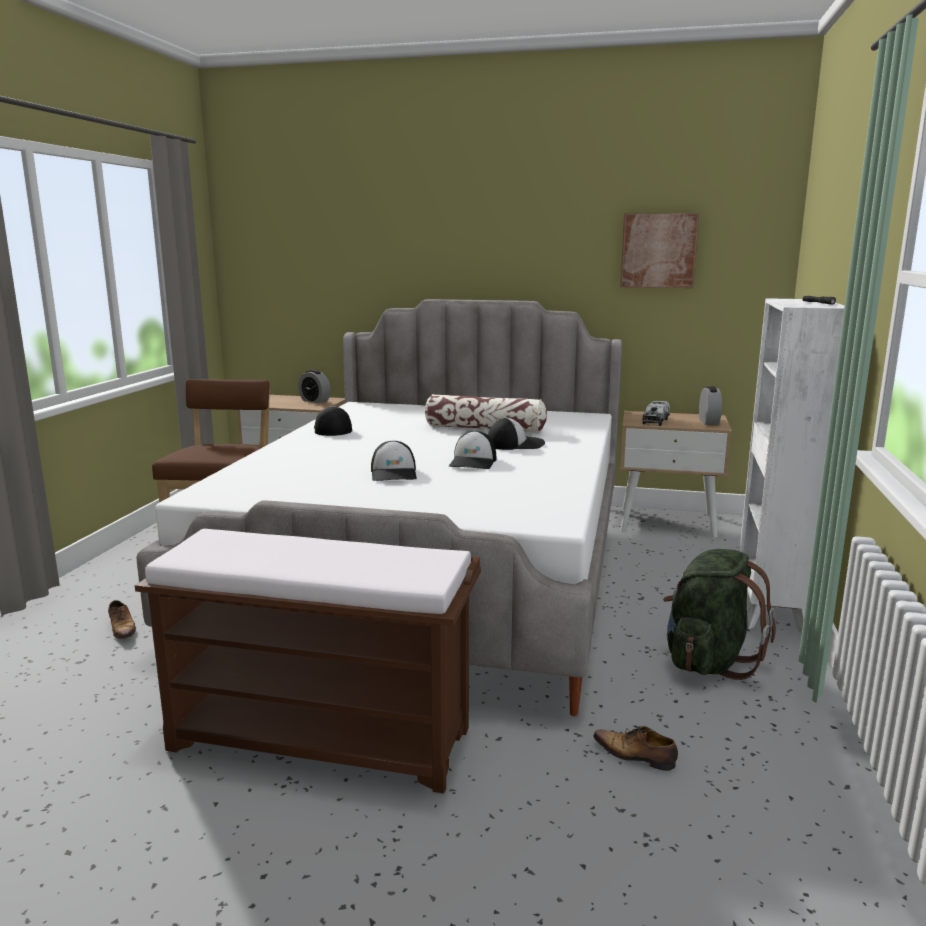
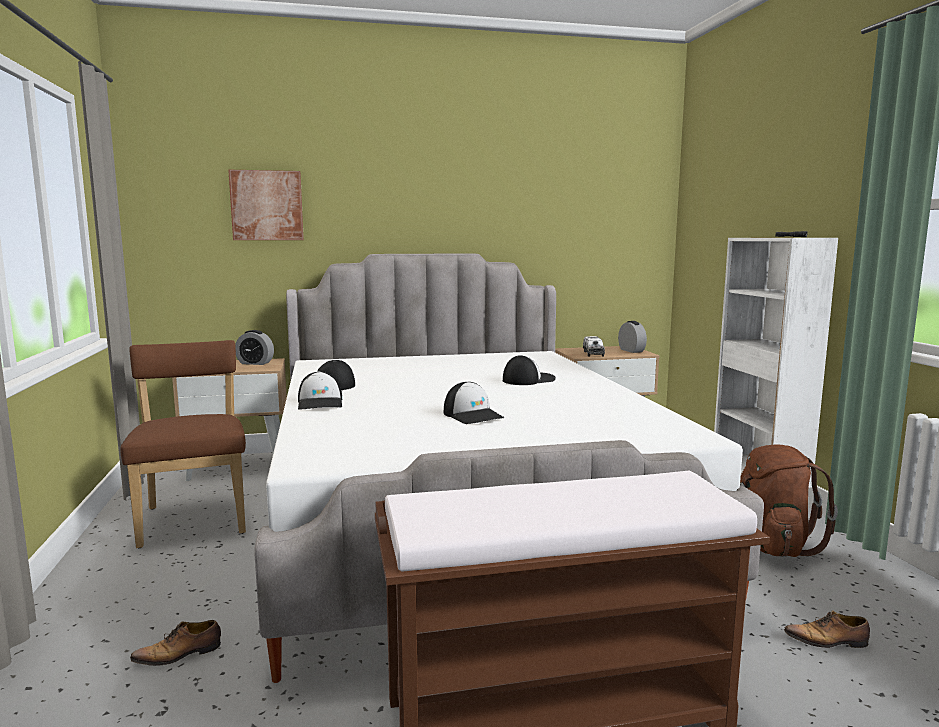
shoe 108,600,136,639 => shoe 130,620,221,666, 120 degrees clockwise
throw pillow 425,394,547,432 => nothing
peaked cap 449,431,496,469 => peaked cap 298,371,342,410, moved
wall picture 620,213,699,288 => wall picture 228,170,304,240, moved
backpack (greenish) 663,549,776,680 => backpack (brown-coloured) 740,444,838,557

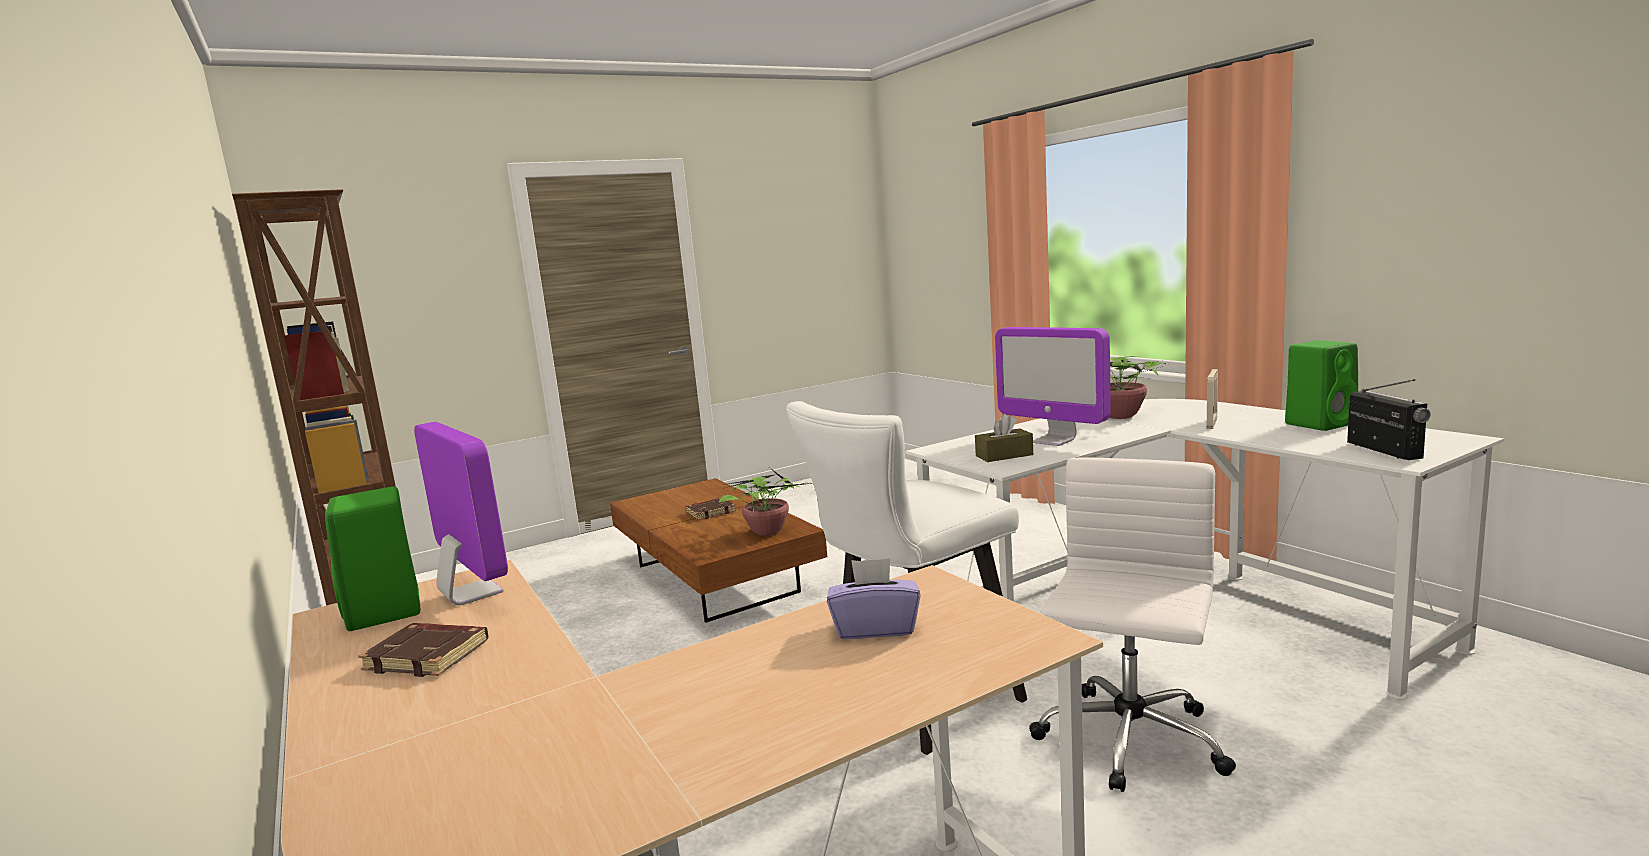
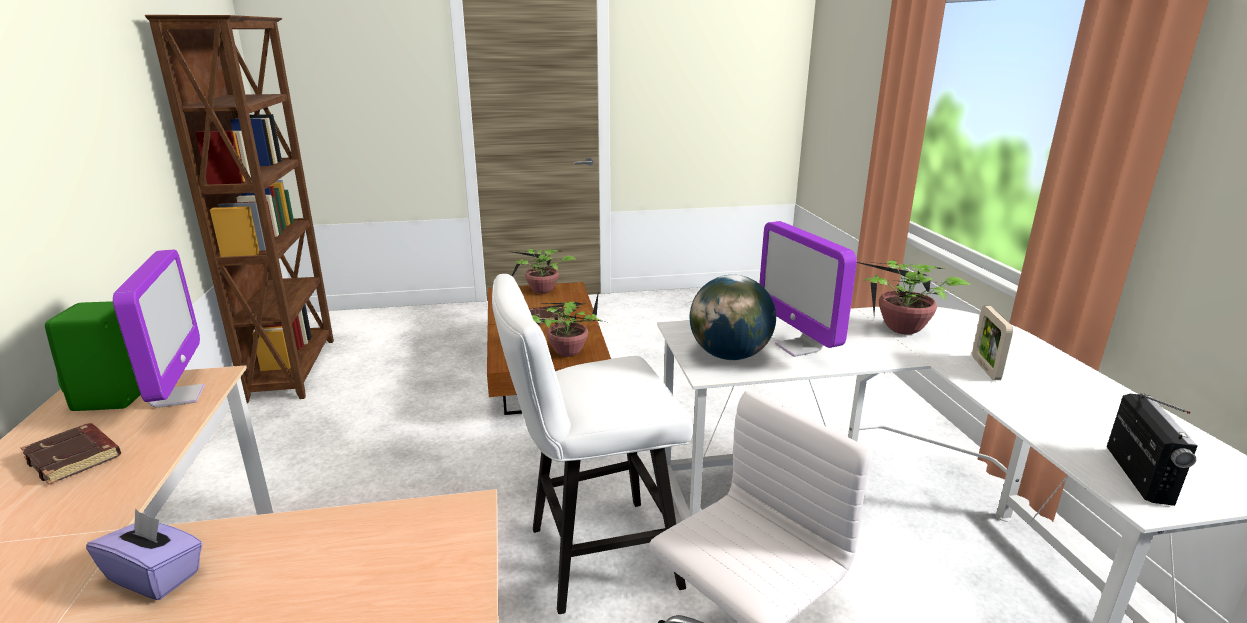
box of tissues (purple) 827,558,921,639 => box of tissues (purple) 86,509,203,600, moved
box of tissues (brown-coloured) 975,414,1033,462 => desk globe 690,275,776,360
photo frame 1207,369,1218,429 => photo frame 972,306,1013,380, 135 degrees clockwise
loudspeaker (greenish) 1285,340,1359,431 => nothing
nothing => plant in a pot 508,249,577,294

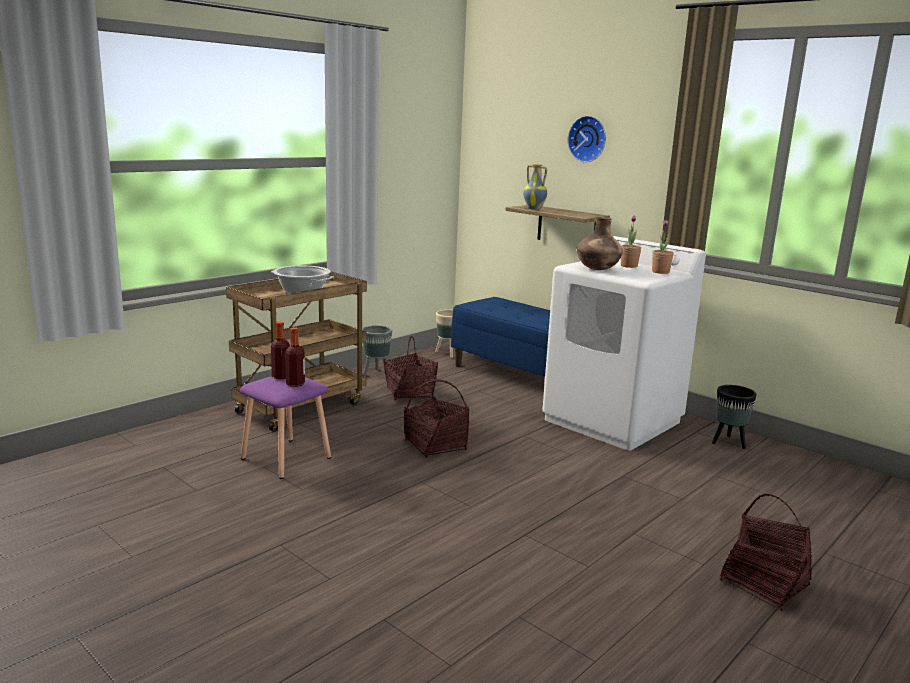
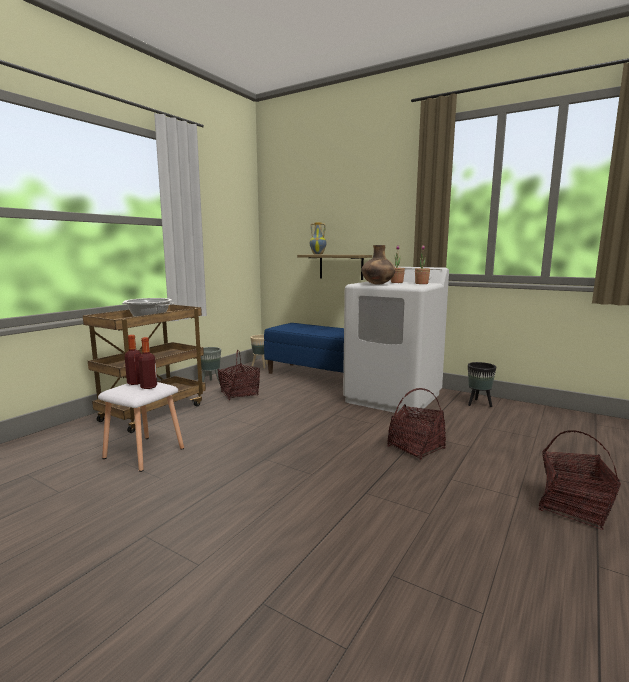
stool seat (purple) 240,376,331,479 => stool seat (white-coloured) 98,382,184,472
basket 404,380,469,458 => basket 387,388,446,460, moved
clock on the wall 568,116,606,162 => nothing

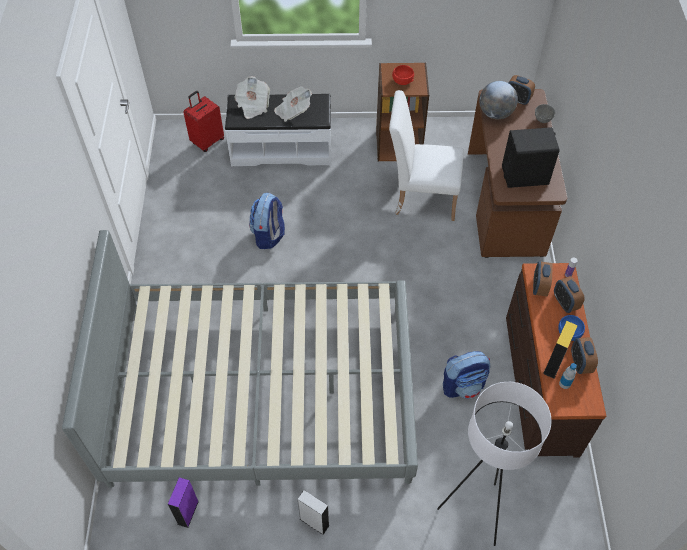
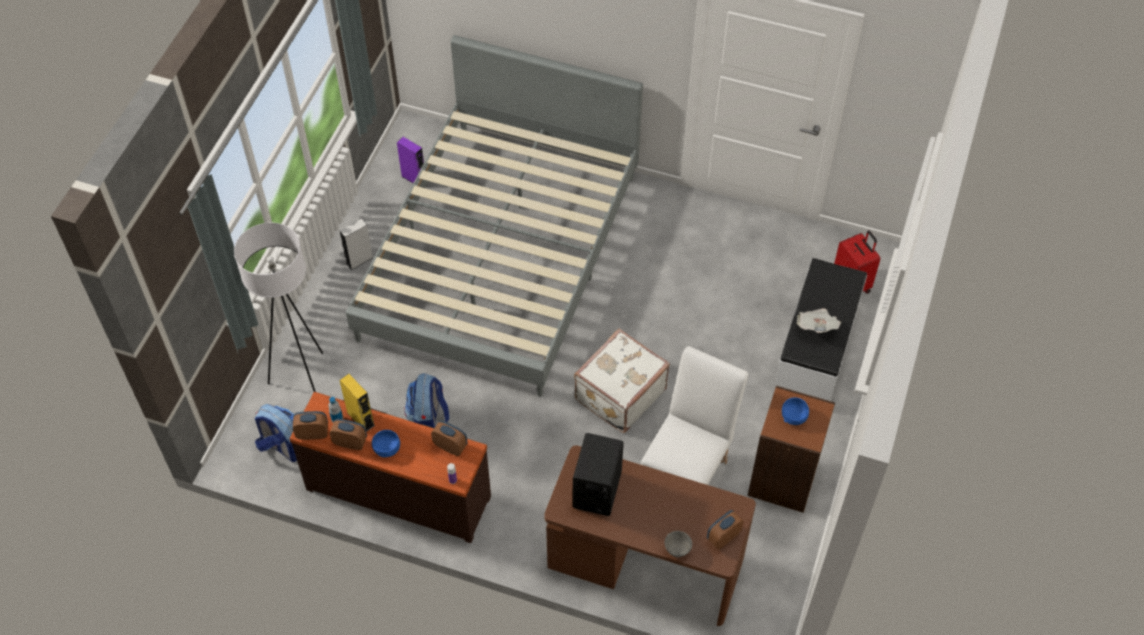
daily paper 234,76,270,119 => nothing
backpack 249,193,285,249 => backpack 255,404,297,462, moved
bowl (reddish) 392,65,414,85 => bowl (blue) 782,397,809,425
desk globe 479,81,518,119 => nothing
table clock 554,276,585,313 => table clock 293,411,328,440, moved
nothing => travel case (white-coloured) 574,329,670,433

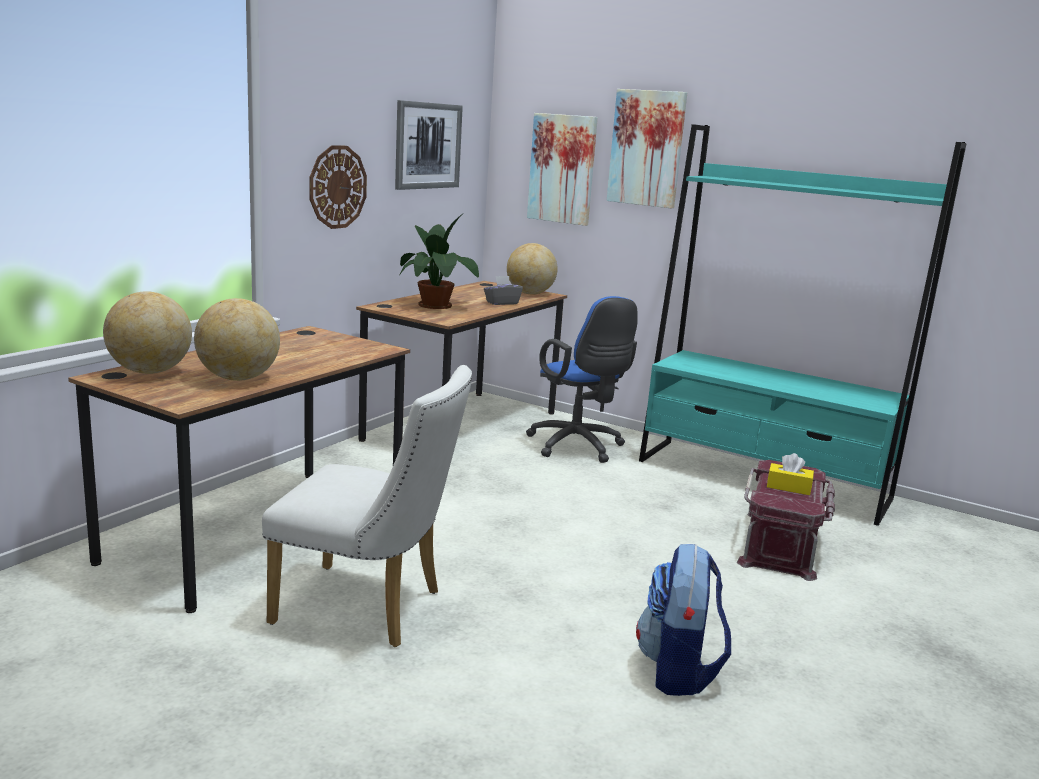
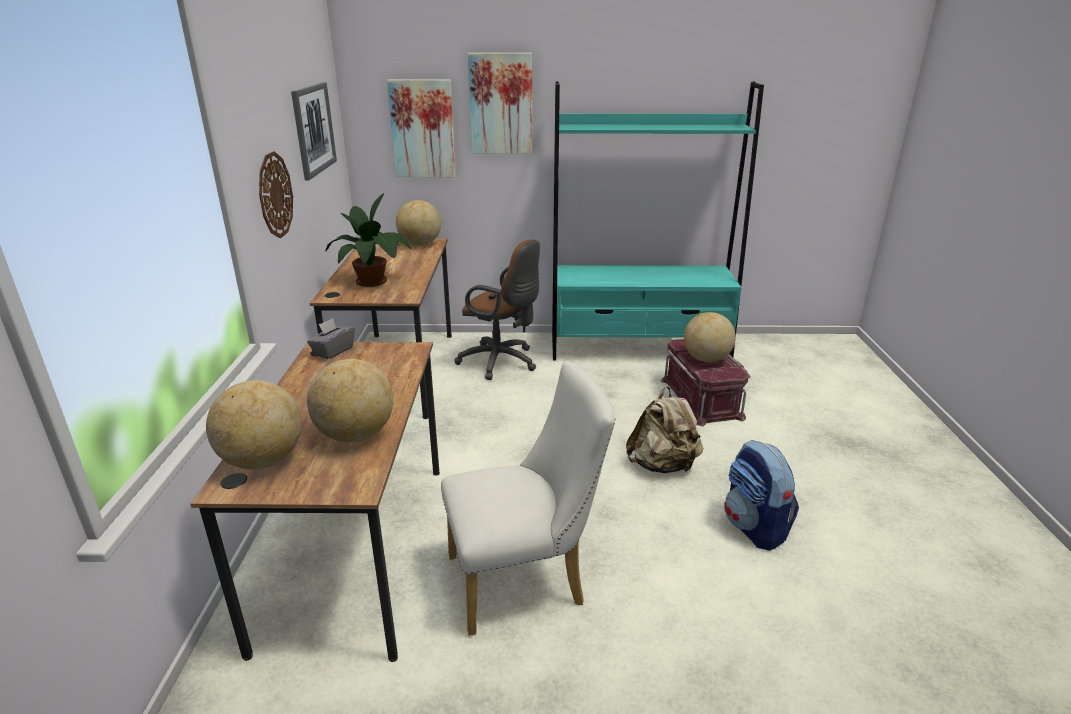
box of tissues (grey) 484,276,523,305 => box of tissues (grey) 307,318,355,359, moved
office chair (blue) 526,296,638,463 => office chair (brown-coloured) 454,239,540,380
box of tissues (yellowish) 767,453,814,495 => desk globe 684,312,736,363
nothing => backpack (beige-coloured) 626,387,703,473

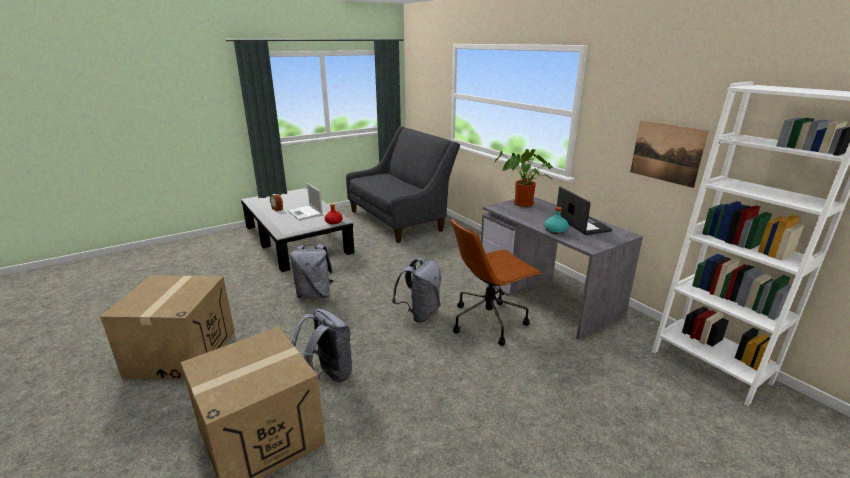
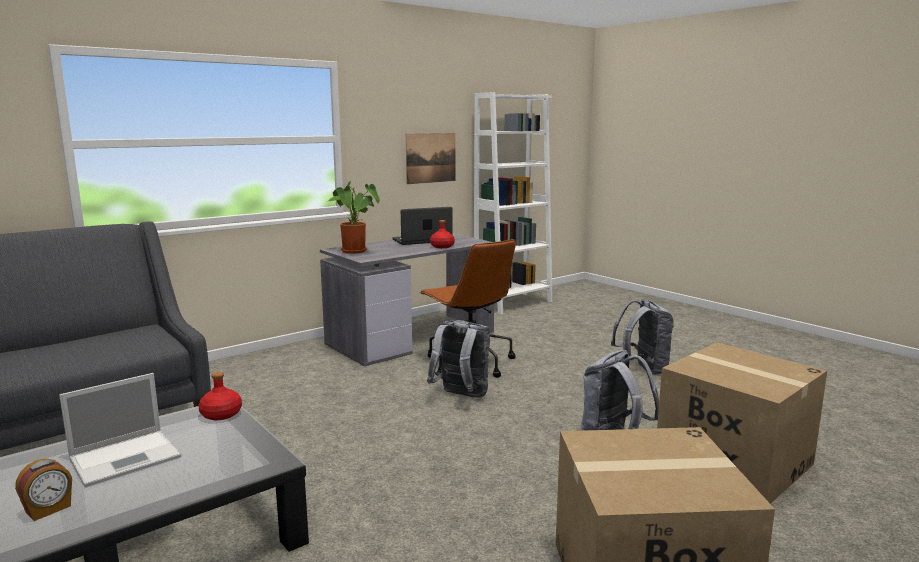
backpack (grey) 290,244,334,299 => backpack (grey) 611,299,674,375, moved
beverage bottle (turquoise-coloured) 544,207,569,234 => beverage bottle (reddish) 430,220,455,248

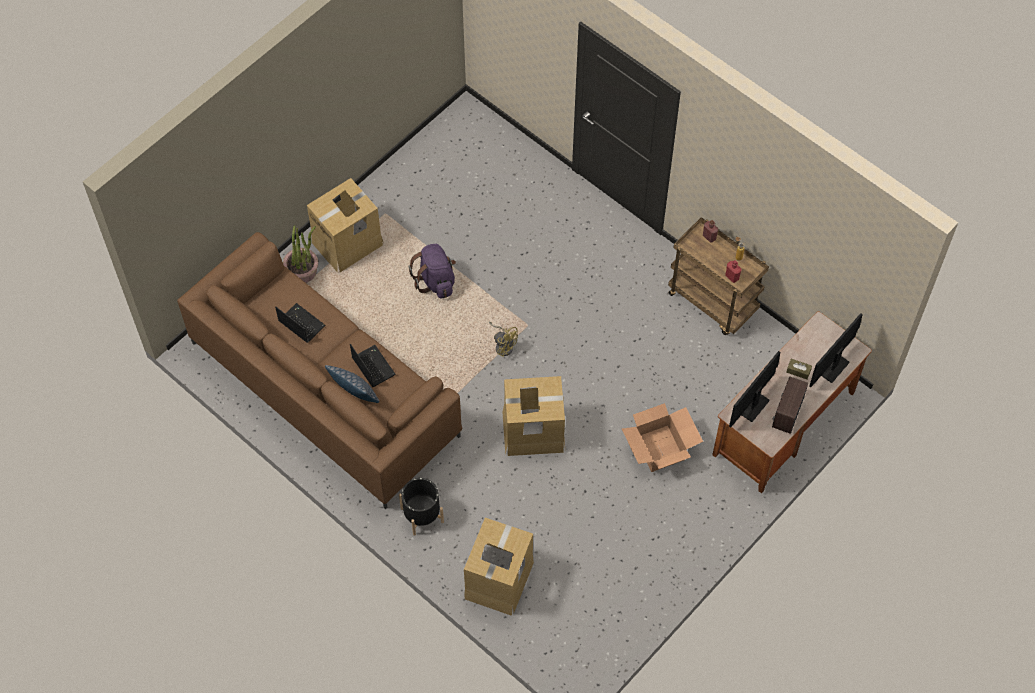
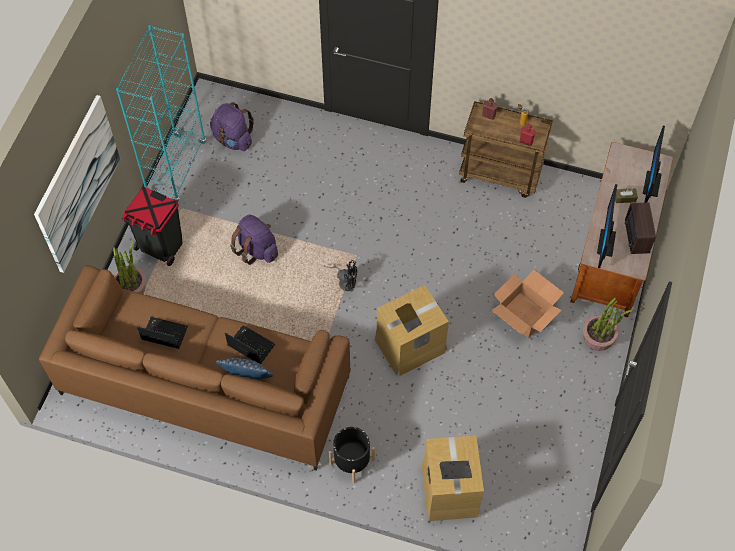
cardboard box 307,178,384,273 => waste bin (blackish) 122,187,182,266
fan (yellowish) 489,322,518,357 => fan (blackish) 323,260,357,291
nothing => wall picture 34,95,120,273
nothing => bookshelf (turquoise-coloured) 116,25,206,202
nothing => backpack (purple) 210,102,254,151
nothing => plant in a pot 583,297,633,351

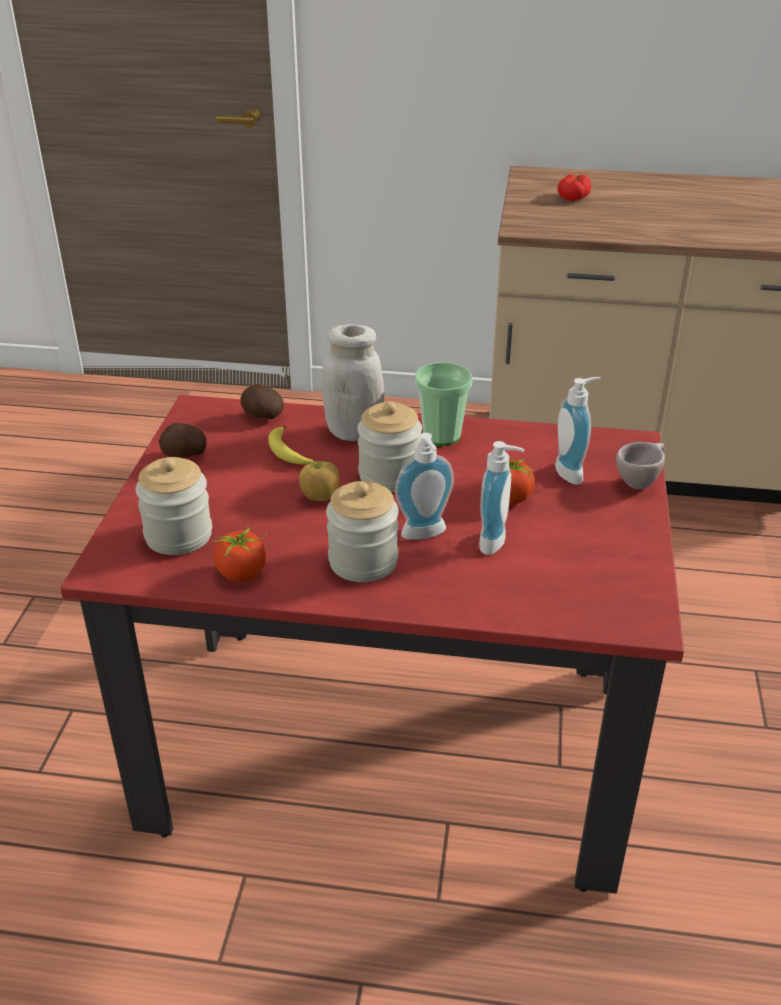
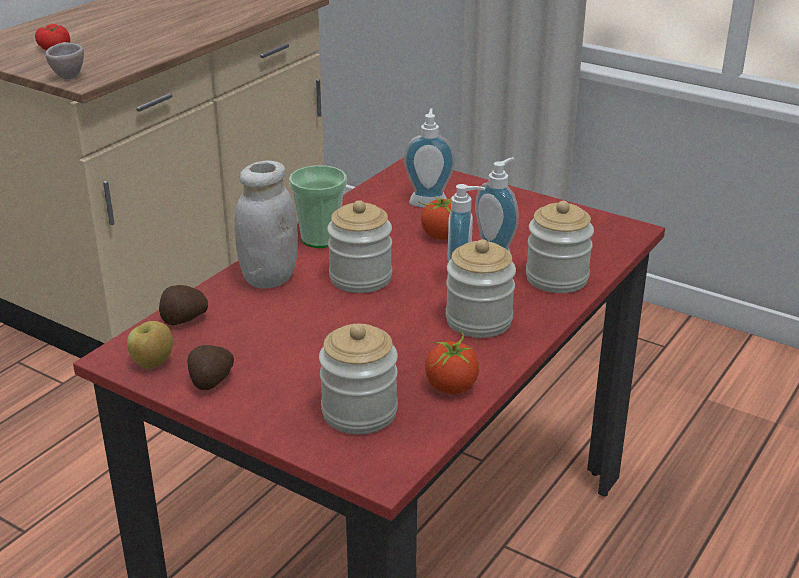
whole banana 268,425,314,464 => nothing
apple 299,461,339,501 => apple 127,321,173,369, moved
drinking cup (beige-coloured) 616,442,665,489 => drinking cup (beige-coloured) 46,42,84,79, moved
nothing => jar 526,201,594,293

